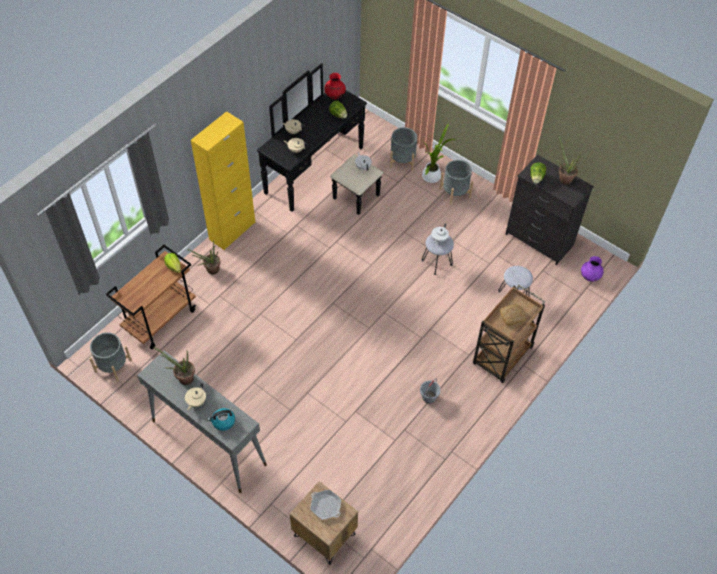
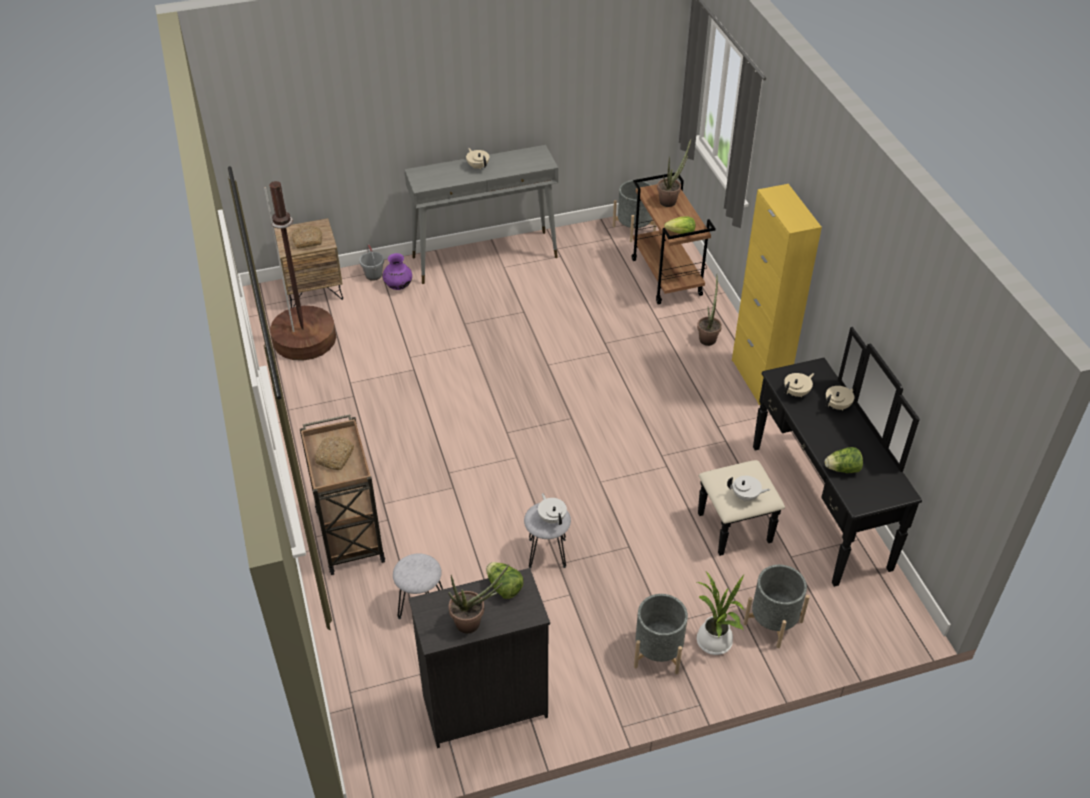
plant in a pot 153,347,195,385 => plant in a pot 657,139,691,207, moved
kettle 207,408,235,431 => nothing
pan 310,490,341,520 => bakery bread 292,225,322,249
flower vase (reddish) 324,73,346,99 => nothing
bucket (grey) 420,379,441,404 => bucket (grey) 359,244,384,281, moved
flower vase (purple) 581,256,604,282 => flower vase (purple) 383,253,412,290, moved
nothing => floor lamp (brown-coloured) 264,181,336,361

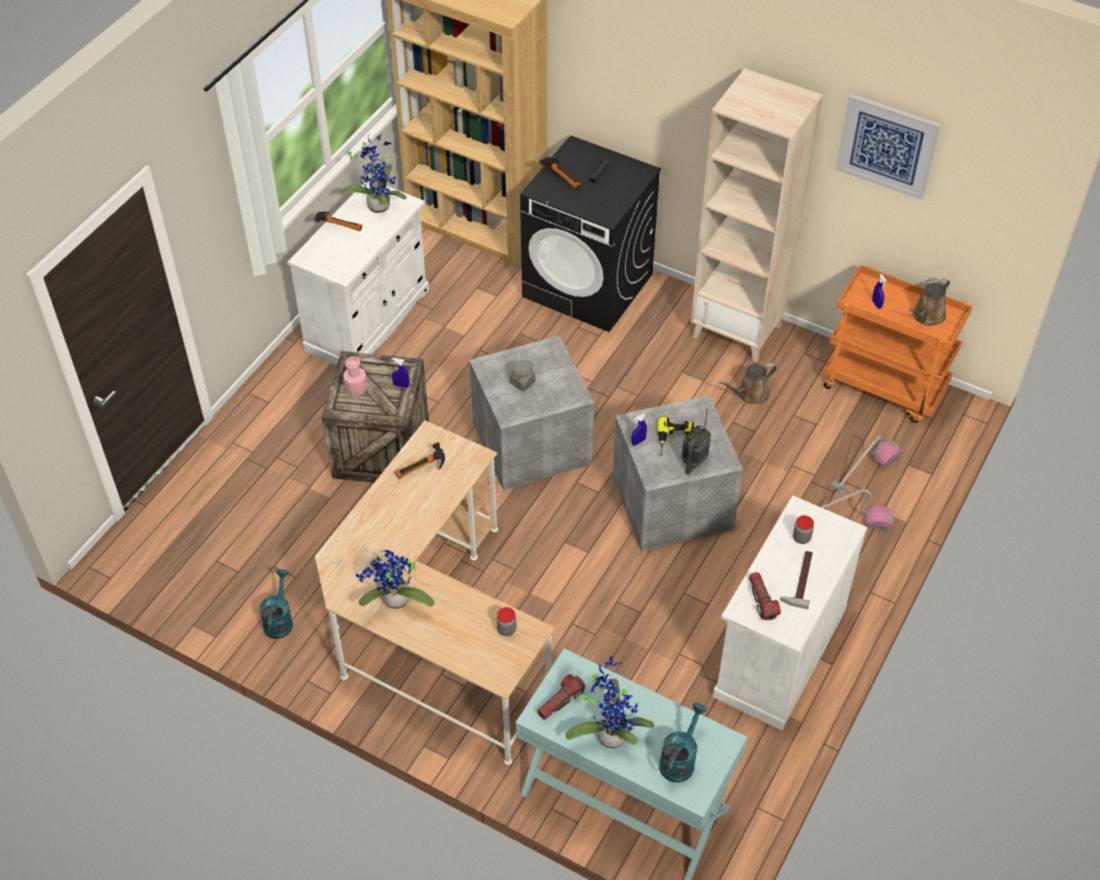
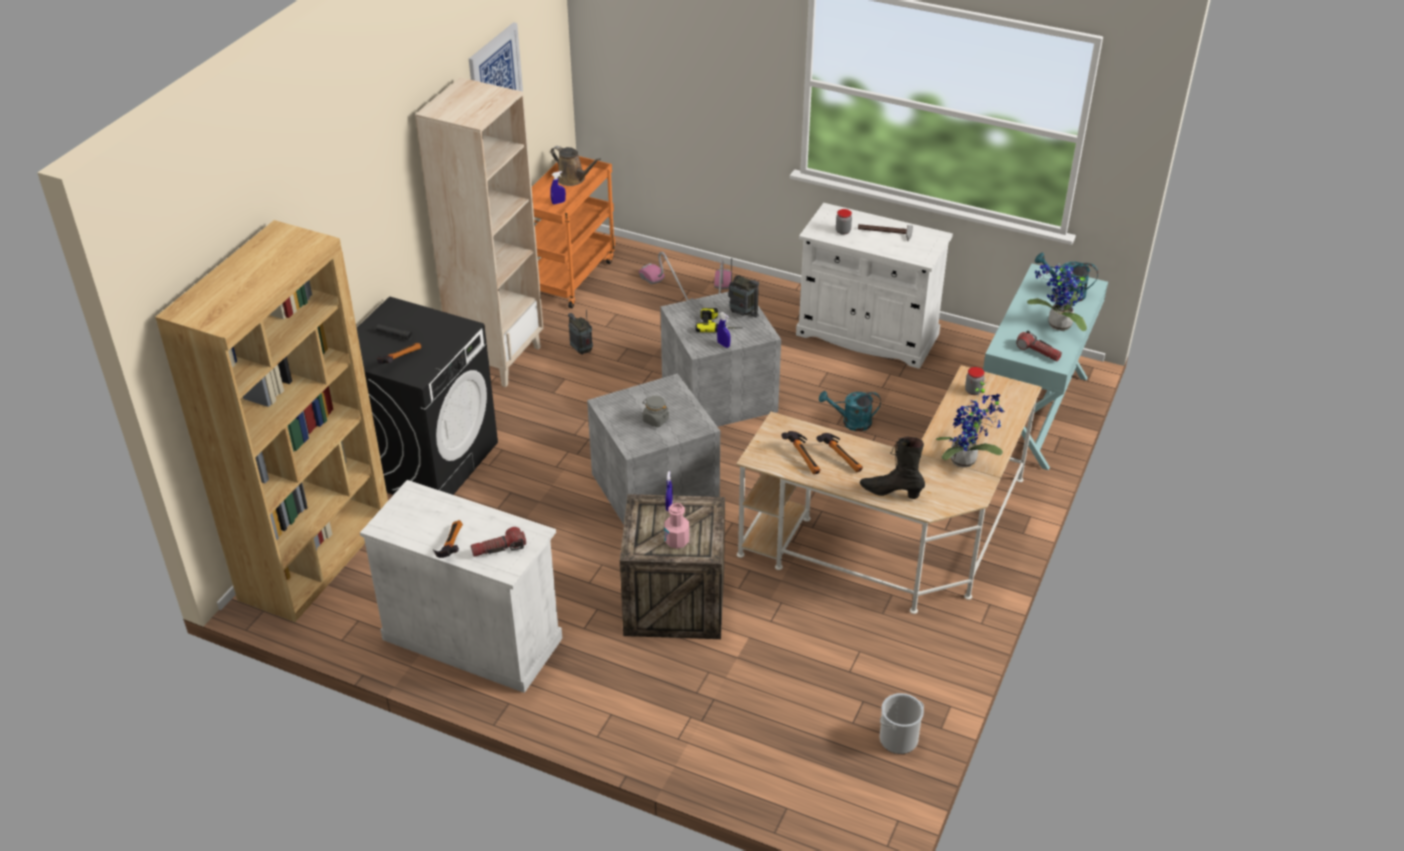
watering can (turquoise-coloured) 259,569,293,639 => watering can (turquoise-coloured) 819,391,881,431, moved
plant in a pot 340,134,406,213 => nothing
watering can (brown-coloured) 719,363,777,404 => radio set 568,310,593,355
hand torch 749,572,781,620 => hand torch 471,527,526,557, moved
nothing => hammer 816,433,863,472
nothing => tall boot (blackish) 860,437,925,499
nothing => bucket 879,693,924,754

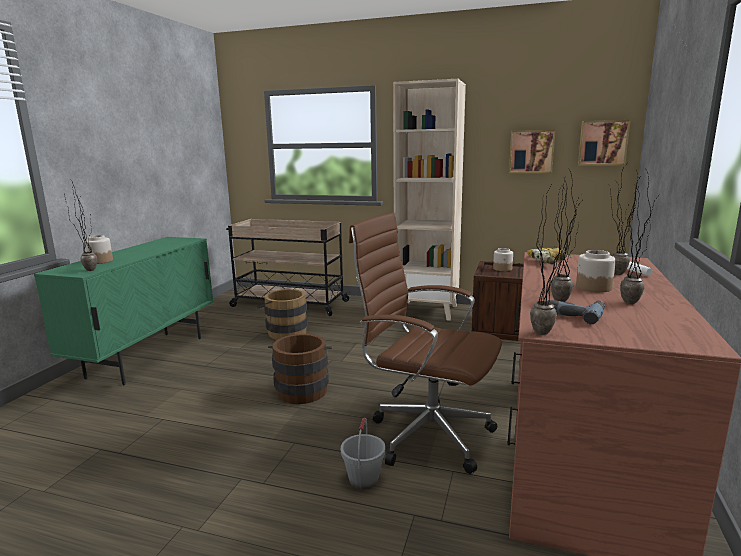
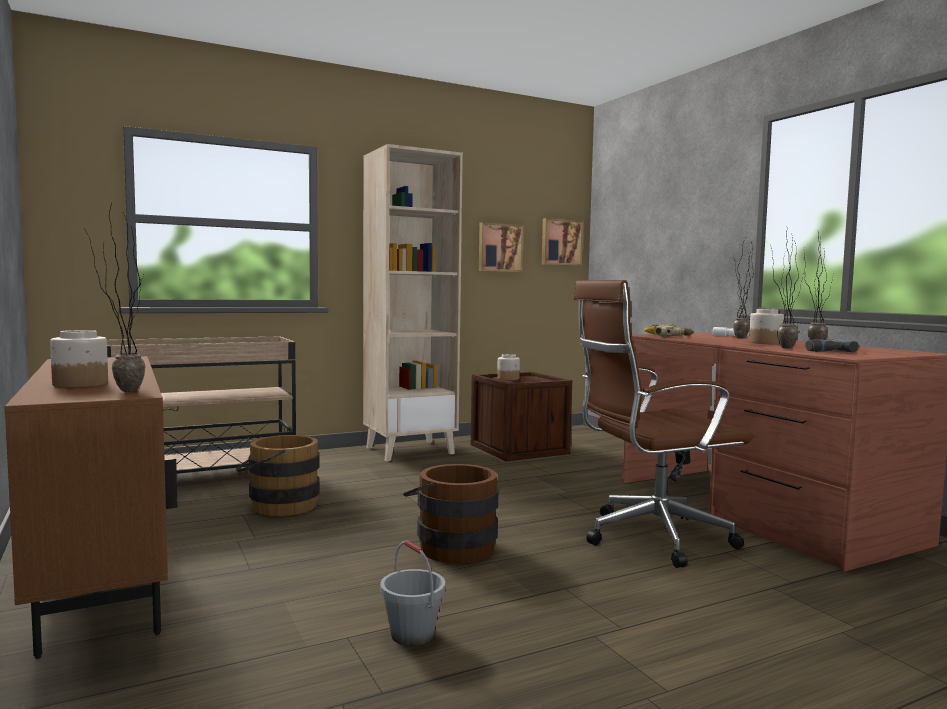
cabinet (greenish) 34,237,213,386 => cabinet (brown-coloured) 5,356,177,659
bucket (grey) 341,417,385,489 => bucket (grey) 380,540,445,646, moved
plant in a pot 530,178,582,335 => nothing

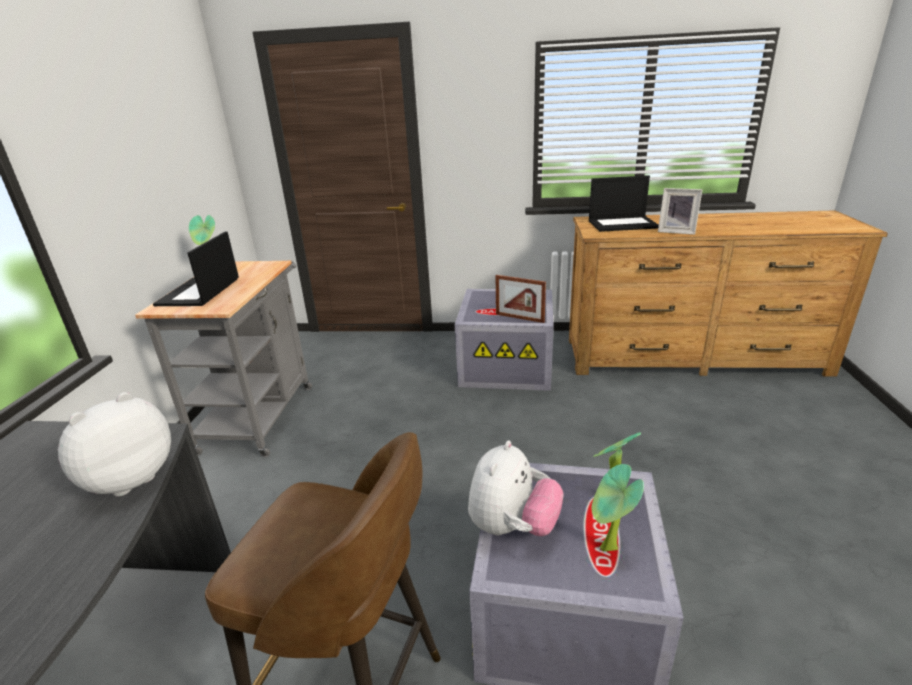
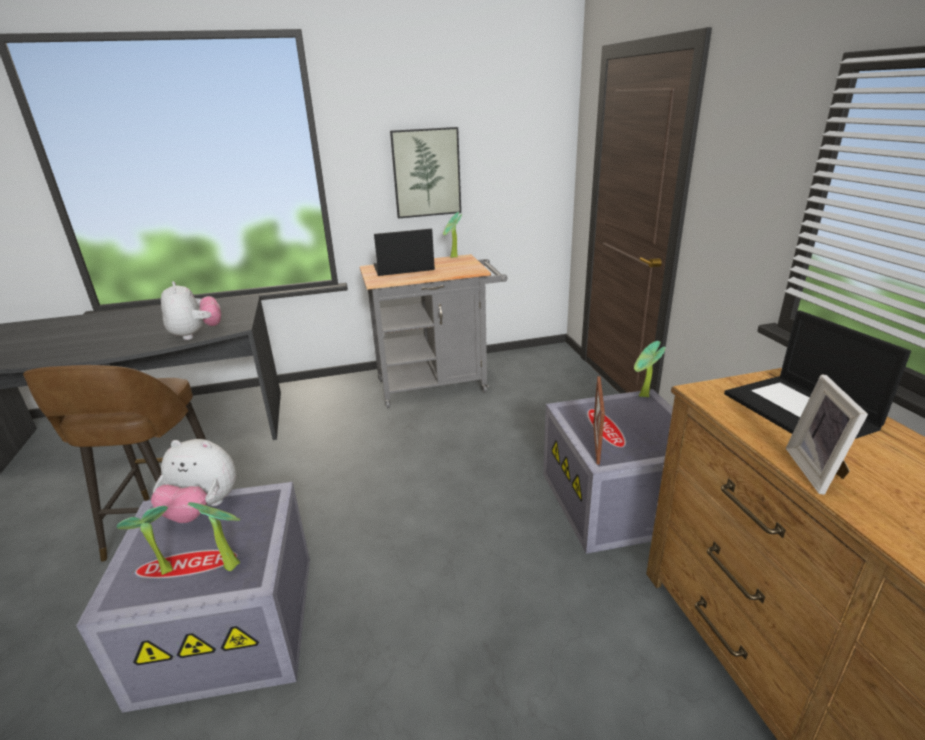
plush toy 58,392,171,496 => plush toy 161,281,221,340, 45 degrees clockwise
nothing => wall picture 390,127,461,218
nothing => plant in a pot 634,341,666,397

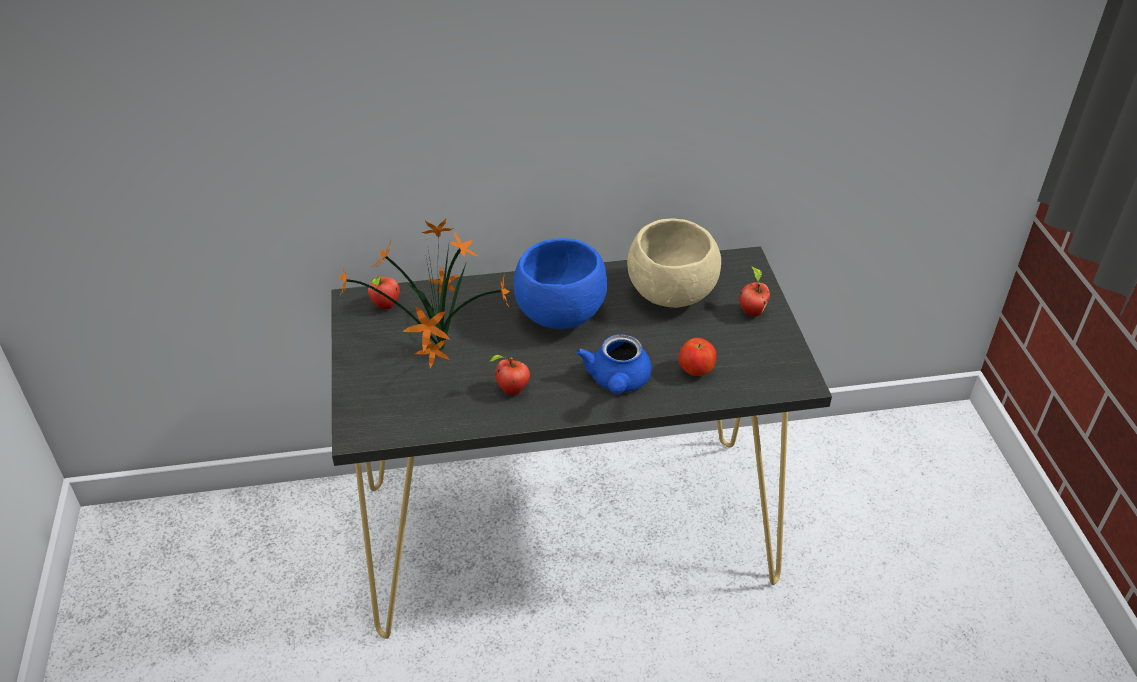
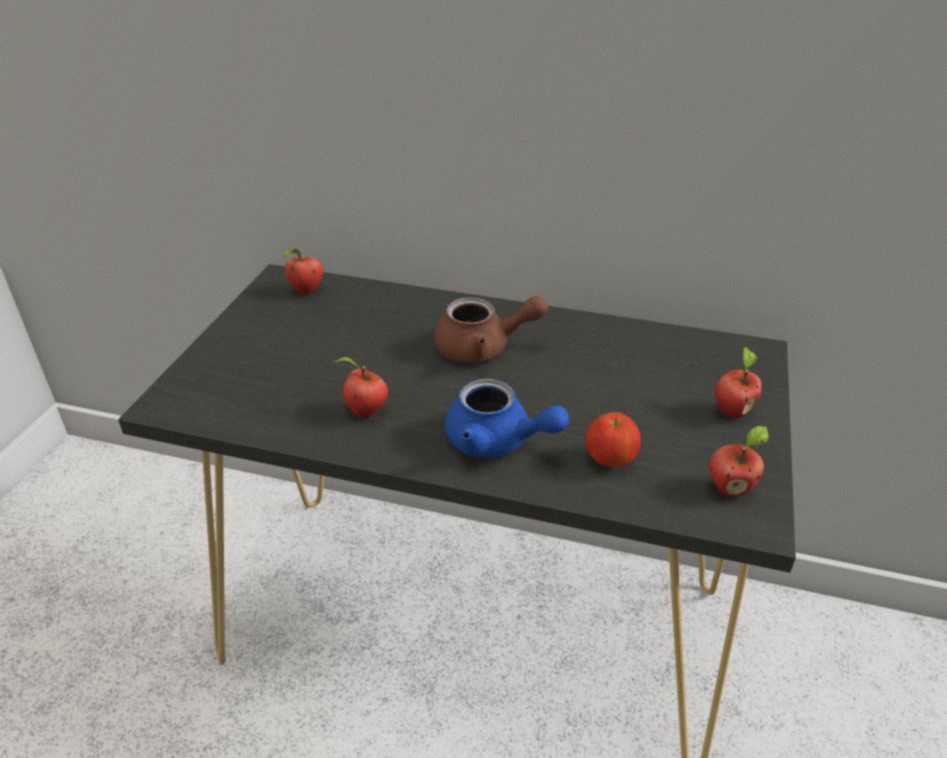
plant in a pot 339,219,510,368 => nothing
bowl (blue) 514,238,607,329 => pot for tea (brown-coloured) 434,296,548,363
pot for tea (blue) 576,334,652,394 => pot for tea (blue) 445,379,569,457, 90 degrees counterclockwise
bowl (beige-coloured) 627,218,721,308 => nothing
nothing => apple 709,426,769,497

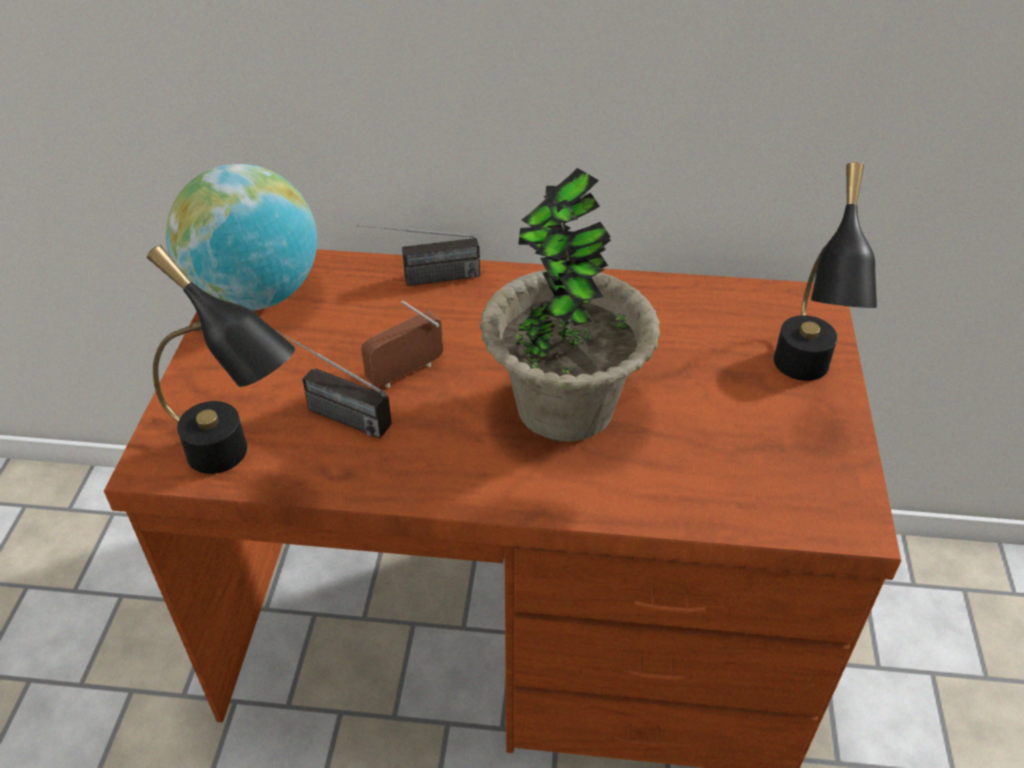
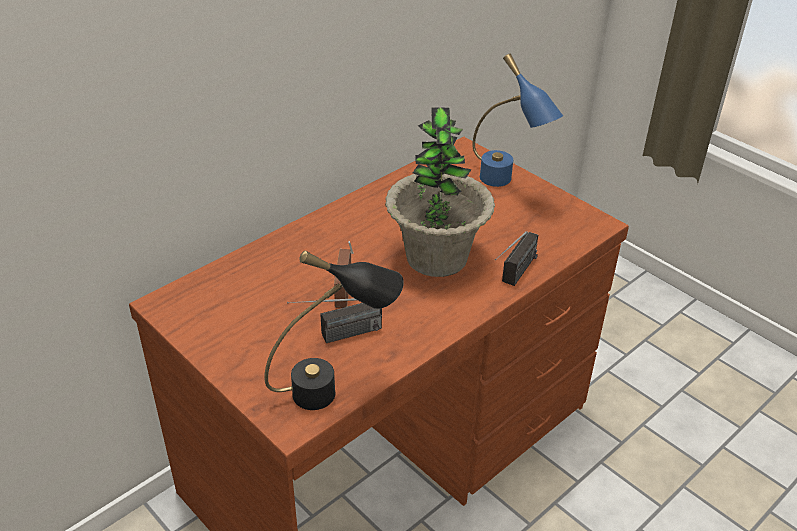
desk globe 166,164,317,311 => nothing
radio set 357,225,480,286 => radio set 495,231,538,286, moved
tabletop lamp (blackish) 773,162,877,381 => tabletop lamp (blue) 472,54,563,187

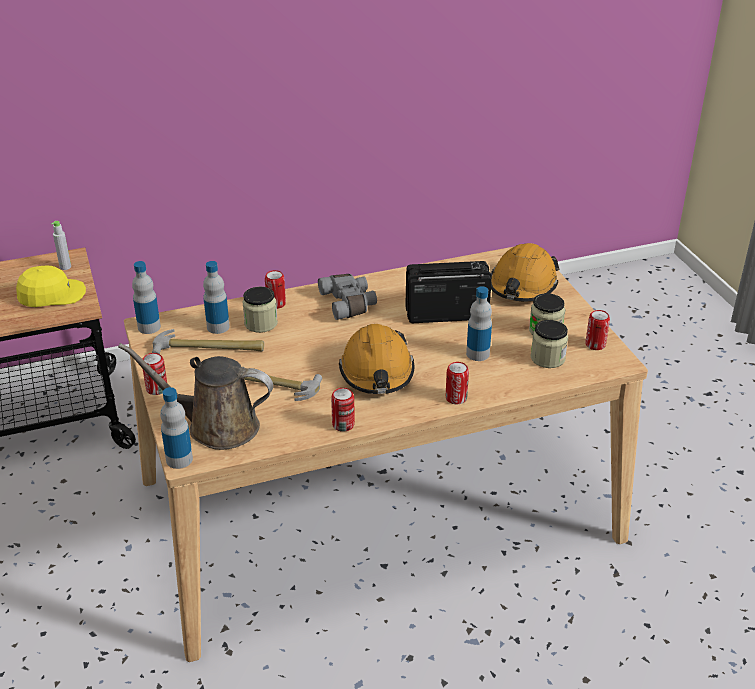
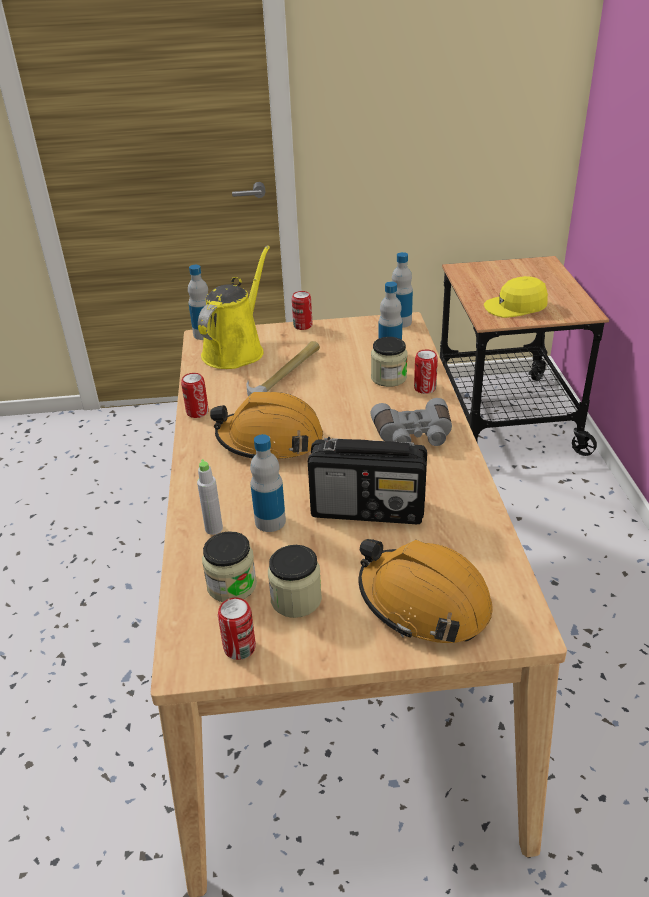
peaked cap (yellowish) 16,265,86,307 => peaked cap (yellowish) 484,276,548,318, 90 degrees clockwise
beverage bottle (grey) 51,221,71,270 => beverage bottle (grey) 197,459,223,535, moved
watering can (brown-coloured) 118,343,273,450 => watering can (yellowish) 198,246,270,369
hammer 152,329,264,354 => nothing
radio set 405,261,492,323 => radio set 308,437,427,524, 90 degrees clockwise
sealed can 446,362,469,404 => nothing

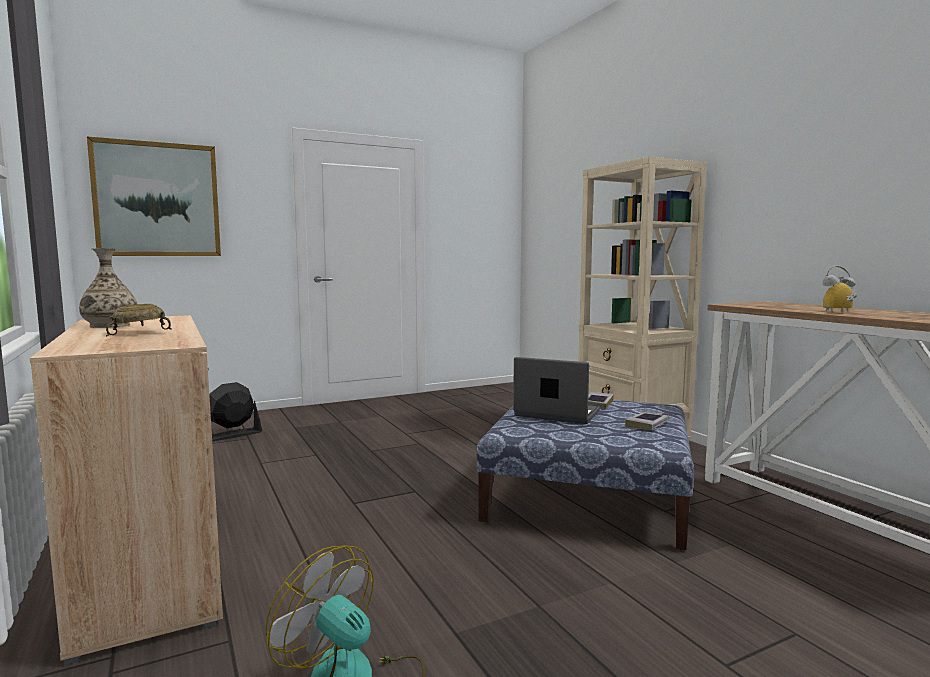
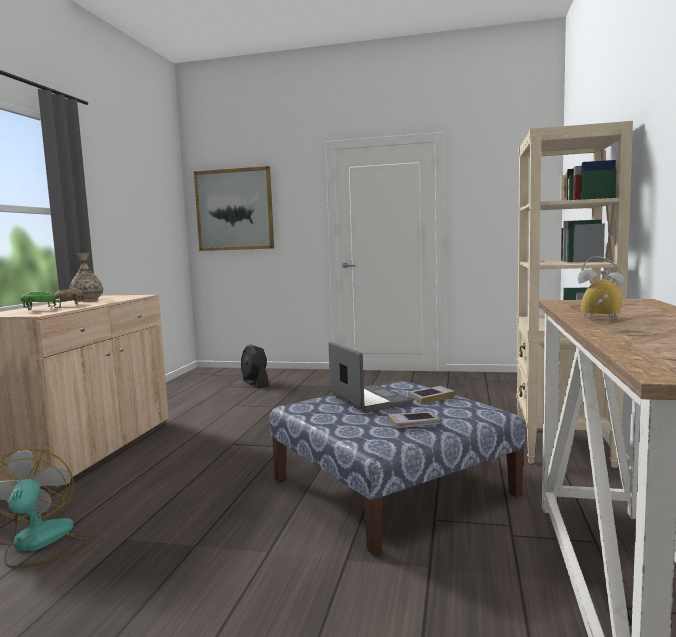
fan (blackish) 209,382,262,442 => fan (blackish) 241,344,269,388, 120 degrees counterclockwise
nothing => bowl (greenish) 20,292,62,310

